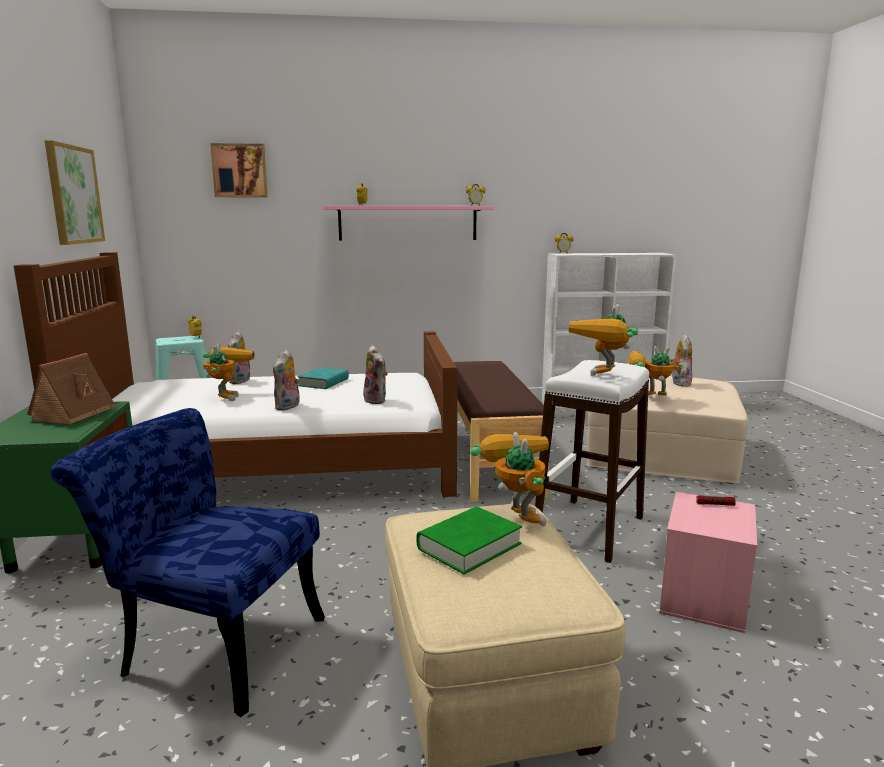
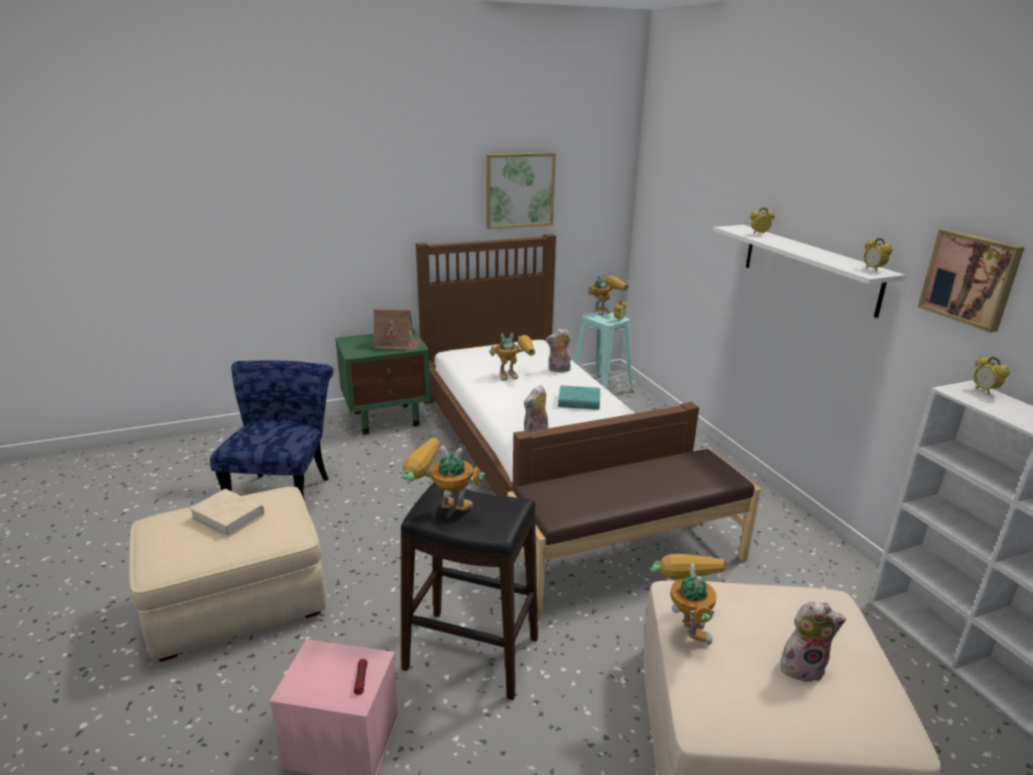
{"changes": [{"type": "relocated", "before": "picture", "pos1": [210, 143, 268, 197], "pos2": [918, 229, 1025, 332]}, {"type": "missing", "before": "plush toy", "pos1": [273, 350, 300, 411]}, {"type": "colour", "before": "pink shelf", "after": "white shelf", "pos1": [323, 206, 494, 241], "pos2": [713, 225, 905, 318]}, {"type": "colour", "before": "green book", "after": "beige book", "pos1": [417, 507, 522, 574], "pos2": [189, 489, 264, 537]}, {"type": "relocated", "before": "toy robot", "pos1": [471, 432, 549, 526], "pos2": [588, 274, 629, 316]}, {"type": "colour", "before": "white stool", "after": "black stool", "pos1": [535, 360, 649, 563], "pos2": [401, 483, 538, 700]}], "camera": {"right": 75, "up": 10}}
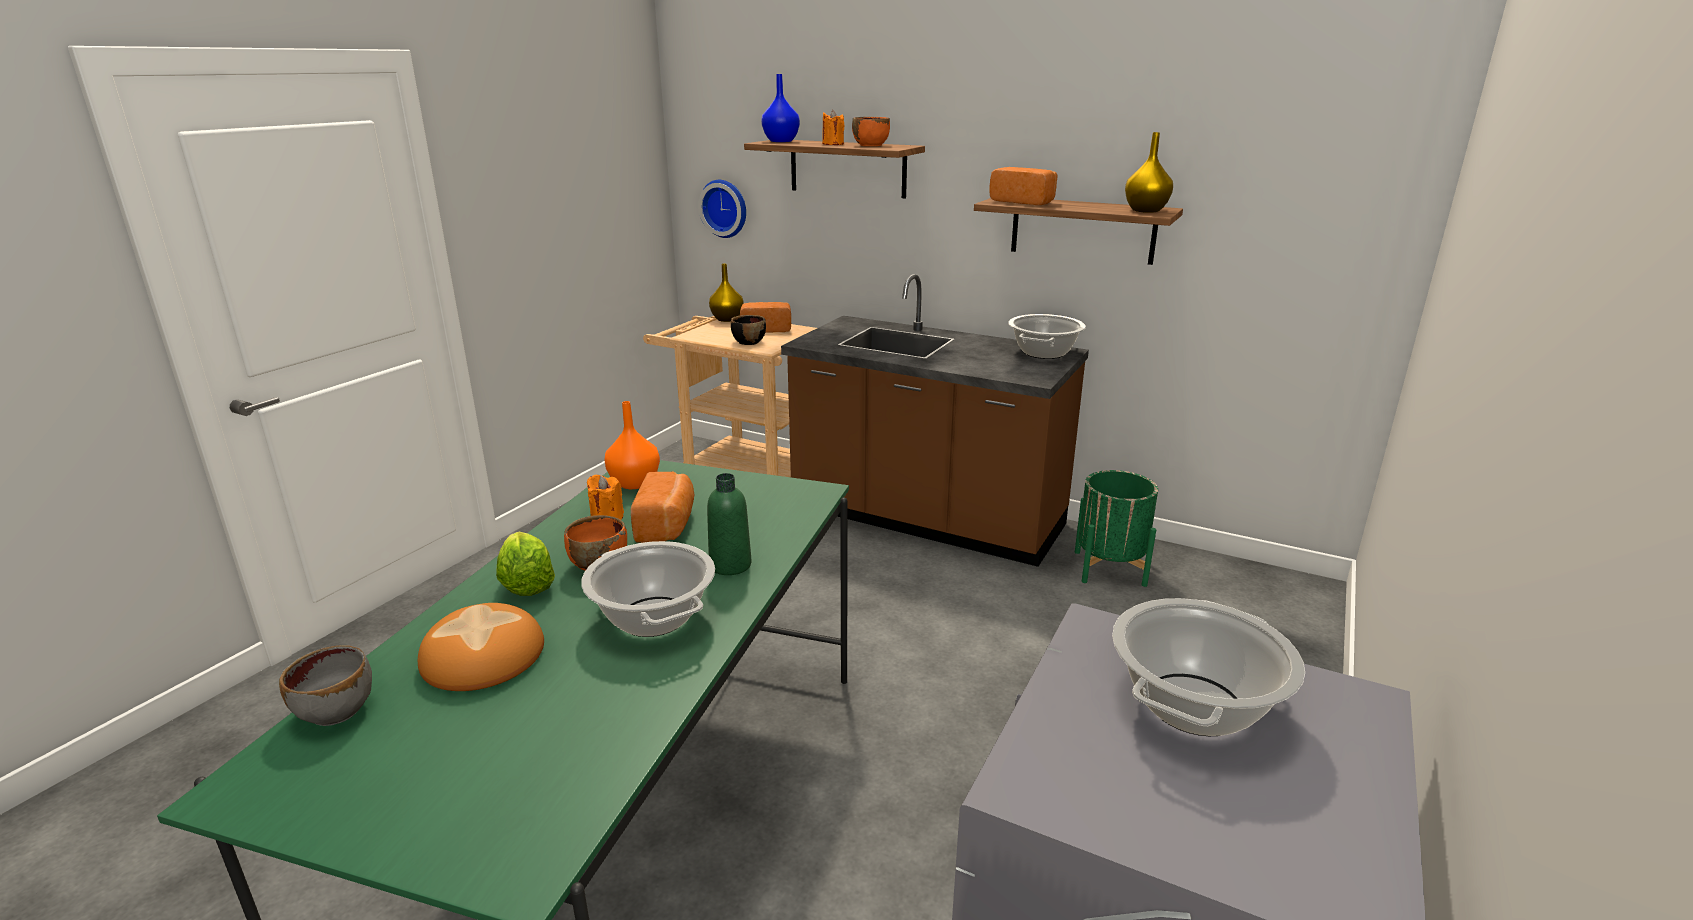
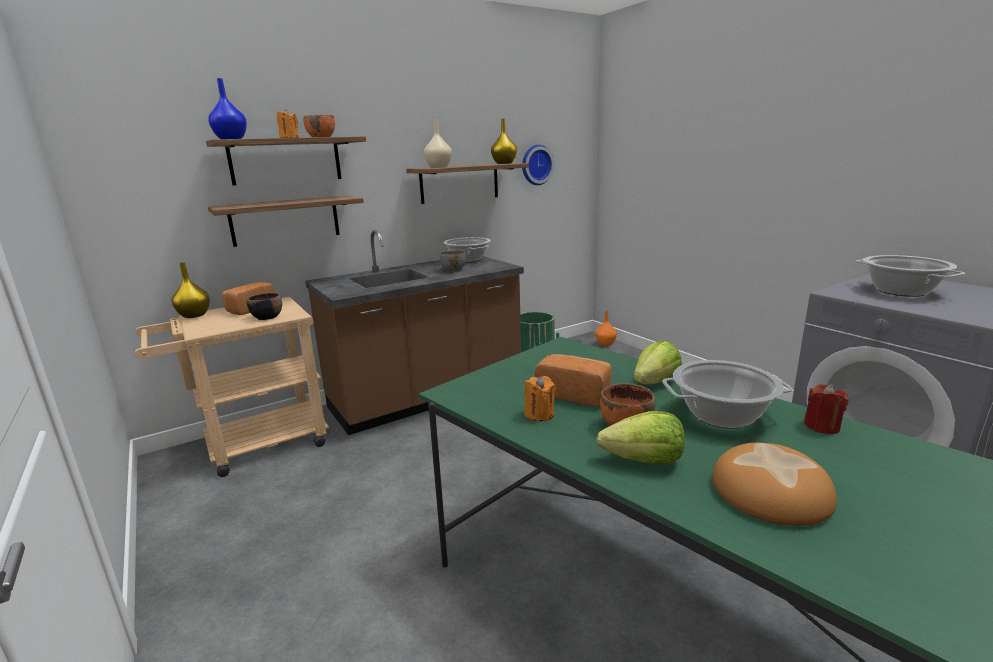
{"changes": [{"type": "relocated", "before": "grey bowl", "pos1": [279, 645, 372, 726], "pos2": [439, 250, 466, 272]}, {"type": "relocated", "before": "orange vase", "pos1": [604, 401, 660, 489], "pos2": [595, 311, 617, 346]}, {"type": "relocated", "before": "wall clock", "pos1": [698, 180, 746, 238], "pos2": [522, 145, 554, 185]}, {"type": "exchanged", "before": "green bottle", "after": "lettuce", "pos1": [707, 473, 751, 575], "pos2": [634, 341, 682, 385]}, {"type": "exchanged", "before": "bread", "after": "beige vase", "pos1": [989, 167, 1057, 205], "pos2": [424, 119, 452, 168]}, {"type": "appeared", "after": "shelf", "pos2": [208, 196, 364, 247]}, {"type": "appeared", "after": "red candle", "pos2": [804, 384, 848, 434]}], "camera": {"right": -60, "up": -5}}
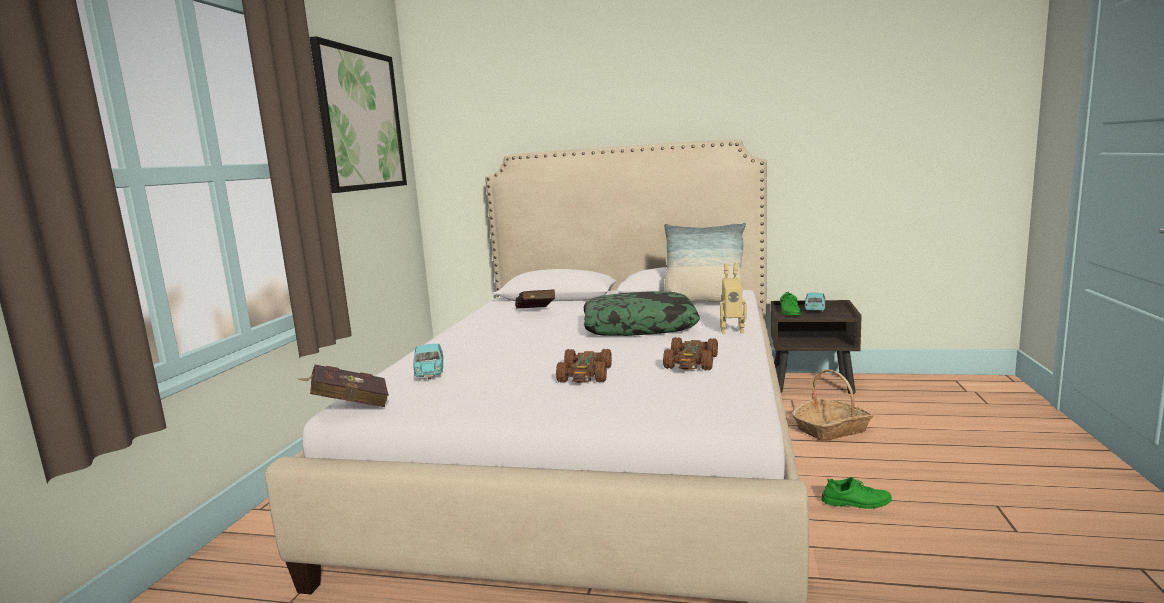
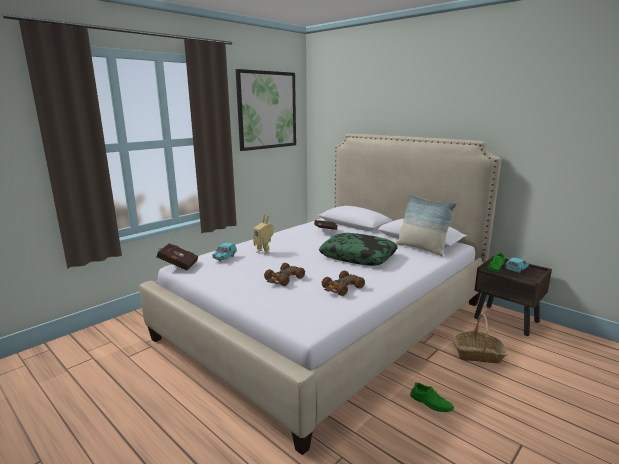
{"changes": [{"type": "relocated", "before": "toy robot", "pos1": [720, 263, 747, 334], "pos2": [253, 214, 273, 255]}], "camera": {"right": 30, "up": 5}}
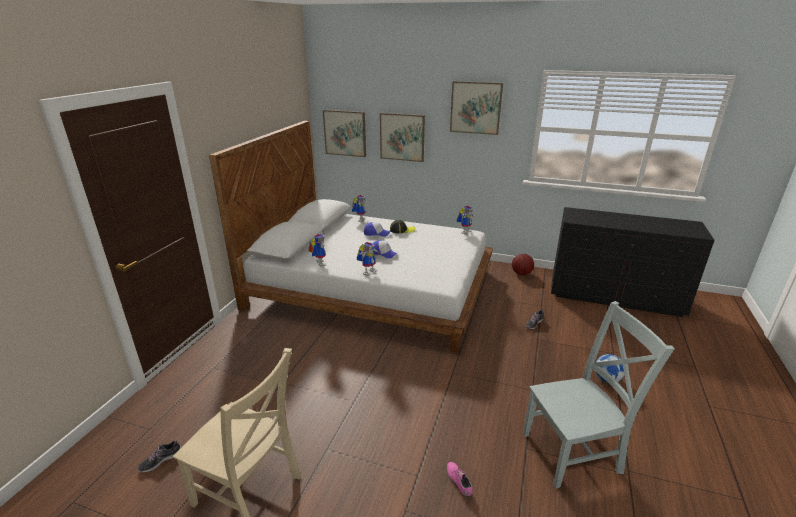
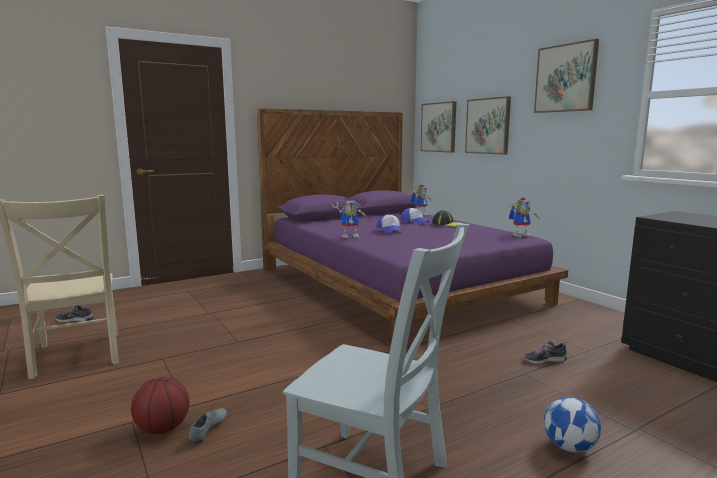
{"changes": [{"type": "colour", "before": "white bed", "after": "purple bed", "pos1": [209, 121, 493, 352], "pos2": [257, 108, 568, 343]}, {"type": "missing", "before": "toy robot", "pos1": [308, 234, 327, 267]}, {"type": "colour", "before": "pink shoe", "after": "grey shoe", "pos1": [447, 462, 473, 497], "pos2": [189, 408, 227, 443]}, {"type": "relocated", "before": "basketball", "pos1": [512, 254, 534, 275], "pos2": [131, 377, 190, 434]}], "camera": {"right": 40, "up": -15}}
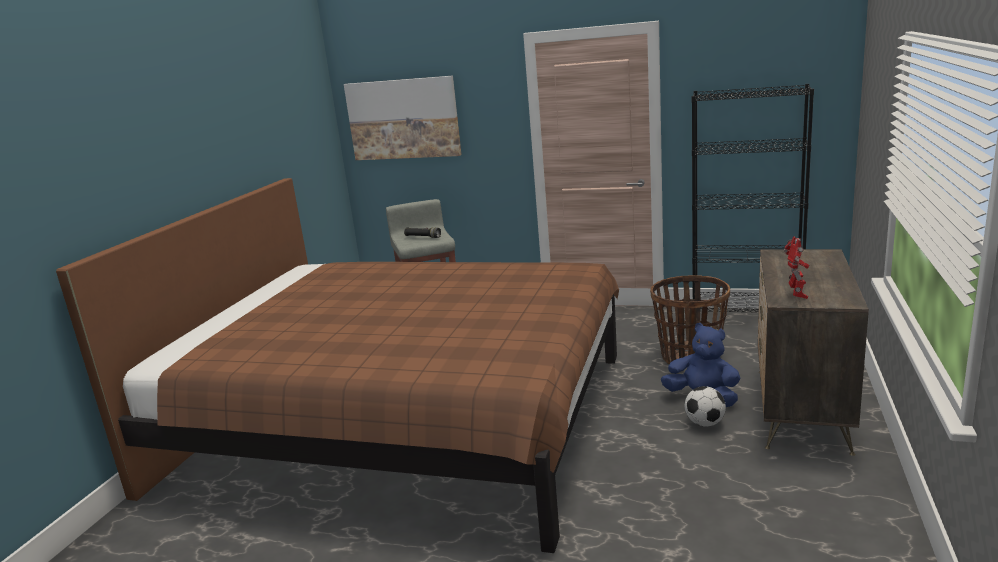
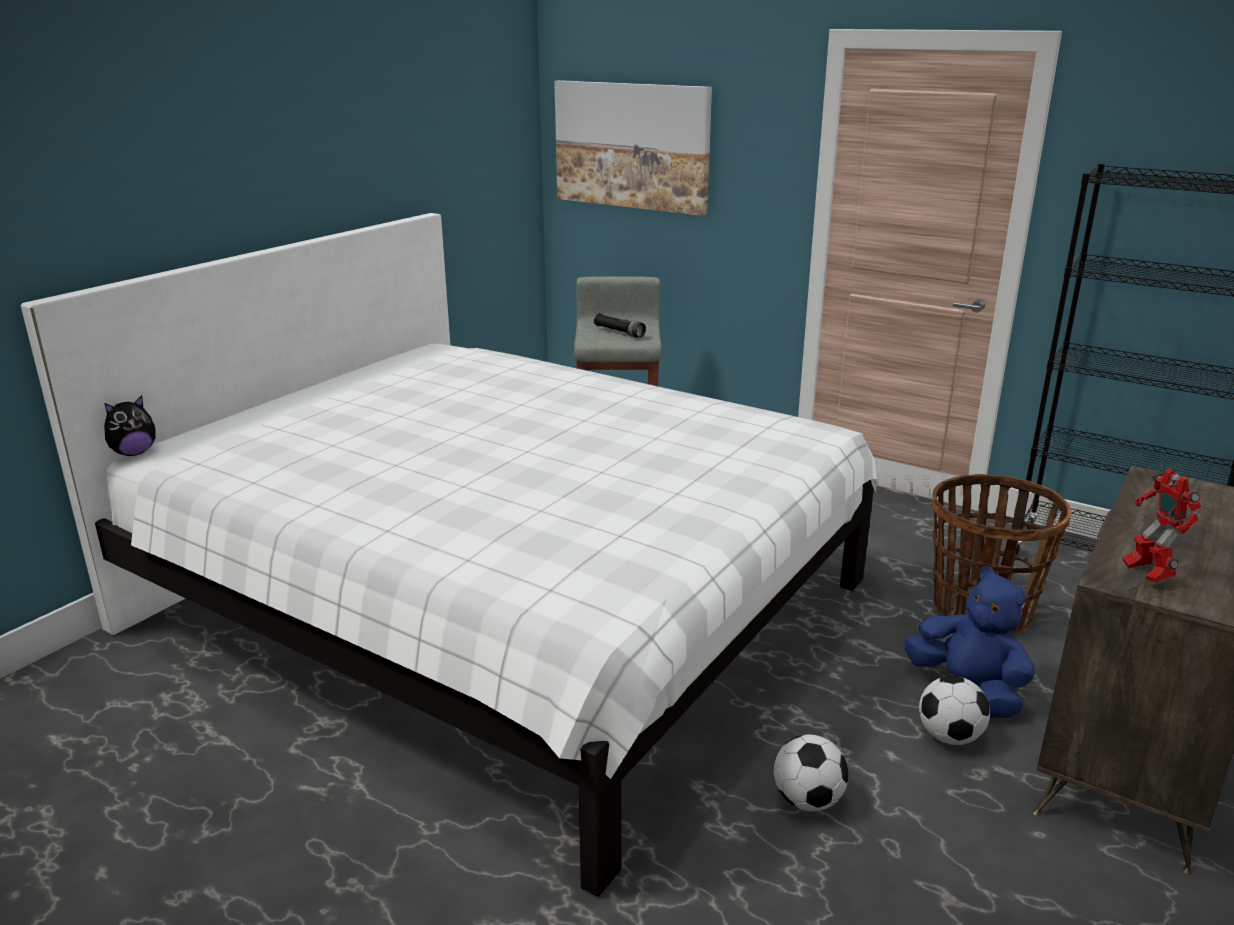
{"changes": [{"type": "colour", "before": "brown bed", "after": "white bed", "pos1": [56, 178, 619, 553], "pos2": [21, 213, 877, 897]}, {"type": "spun", "before": "toy robot", "pos1": [784, 236, 809, 299], "pos2": [1123, 468, 1202, 583], "turn": 150}, {"type": "appeared", "after": "plush toy", "pos2": [104, 395, 156, 456]}, {"type": "appeared", "after": "football", "pos2": [774, 735, 848, 811]}], "camera": {"right": 15, "up": 5}}
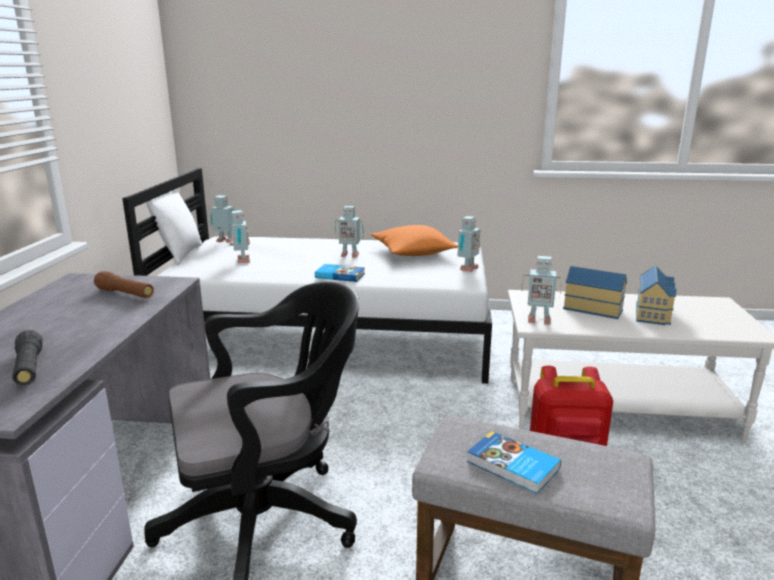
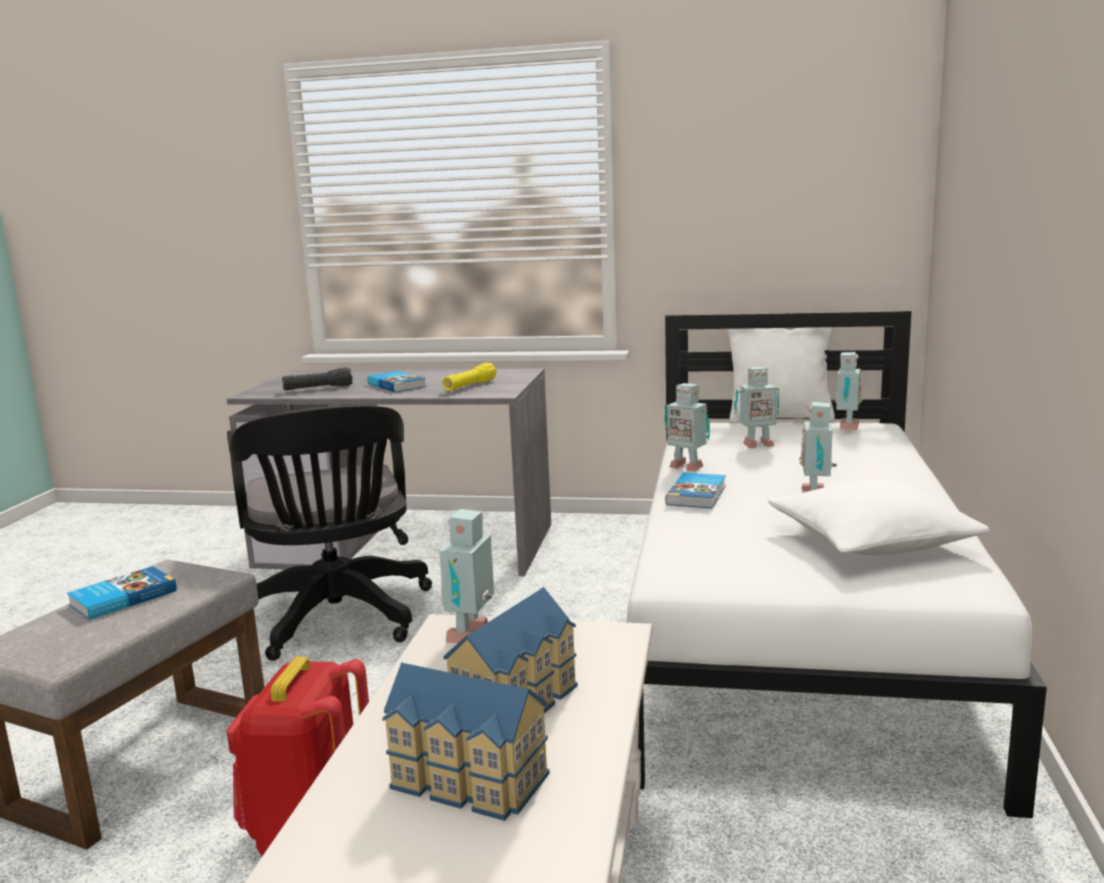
{"changes": [{"type": "colour", "before": "brown flashlight", "after": "yellow flashlight", "pos1": [94, 271, 154, 298], "pos2": [442, 362, 497, 391]}, {"type": "colour", "before": "orange pillow", "after": "white pillow", "pos1": [371, 225, 458, 256], "pos2": [768, 480, 990, 555]}, {"type": "relocated", "before": "toy robot", "pos1": [457, 216, 480, 272], "pos2": [665, 383, 710, 471]}, {"type": "appeared", "after": "book", "pos2": [367, 371, 426, 392]}], "camera": {"right": 95, "up": -5}}
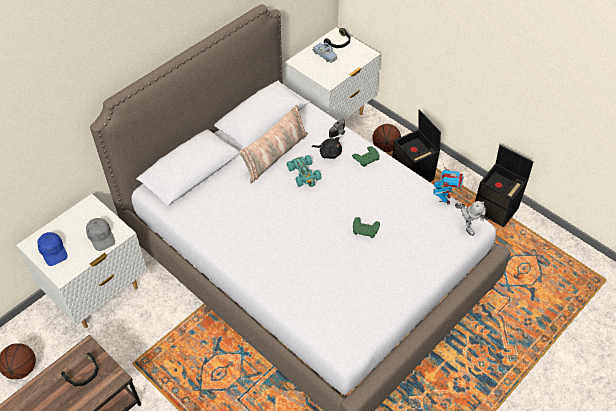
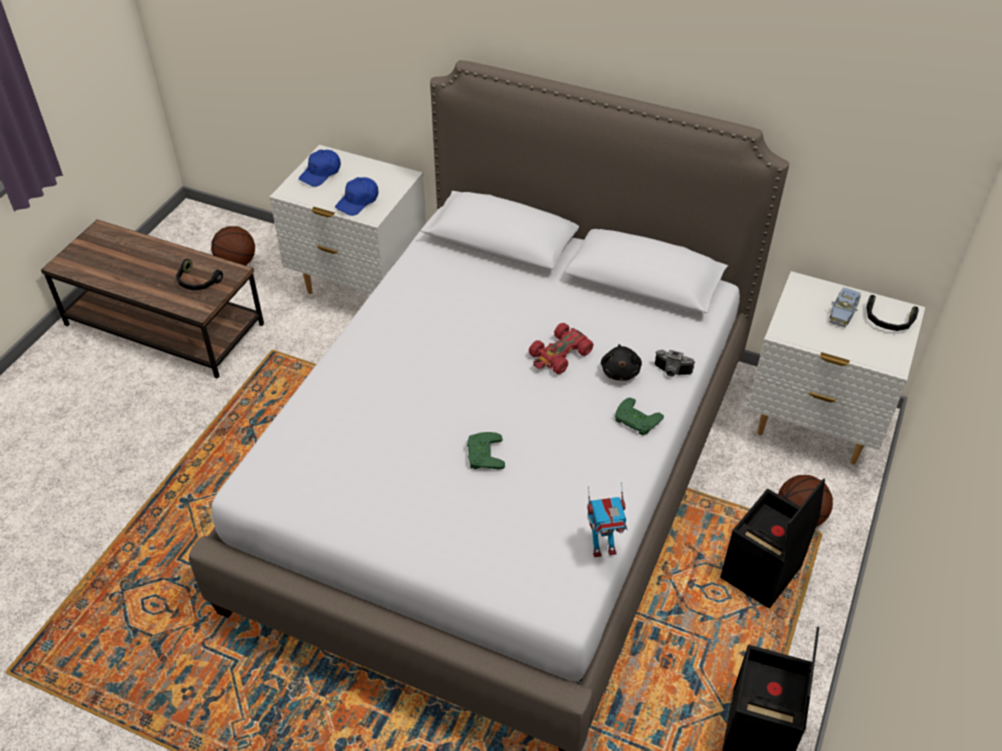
{"changes": [{"type": "colour", "before": "grey cap", "after": "blue cap", "pos1": [86, 218, 115, 251], "pos2": [335, 177, 378, 216]}, {"type": "missing", "before": "pillow", "pos1": [240, 105, 308, 183]}, {"type": "colour", "before": "turquoise toy car", "after": "red toy car", "pos1": [287, 155, 322, 187], "pos2": [529, 323, 594, 374]}, {"type": "missing", "before": "toy robot", "pos1": [455, 201, 486, 236]}], "camera": {"right": 70, "up": -5}}
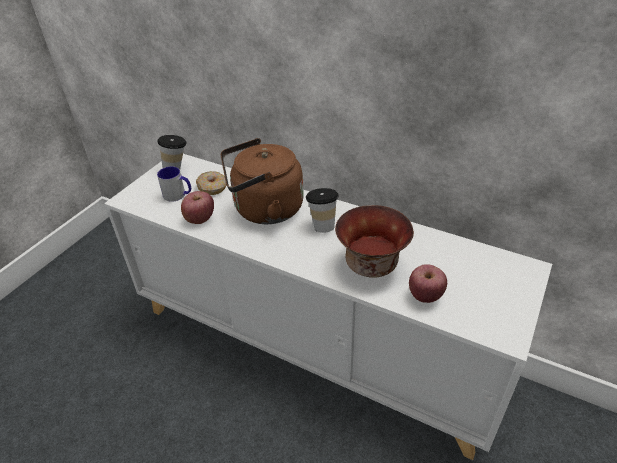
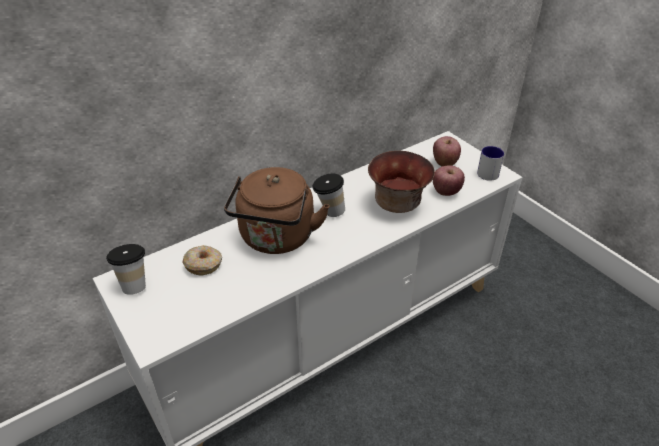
{"changes": [{"type": "relocated", "before": "mug", "pos1": [157, 166, 191, 202], "pos2": [477, 146, 504, 181]}, {"type": "relocated", "before": "apple", "pos1": [181, 191, 214, 224], "pos2": [433, 136, 461, 166]}], "camera": {"right": -65, "up": 0}}
